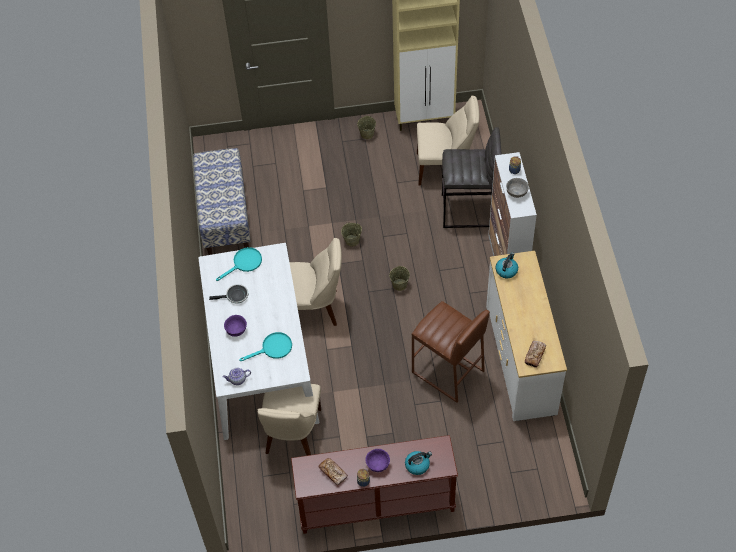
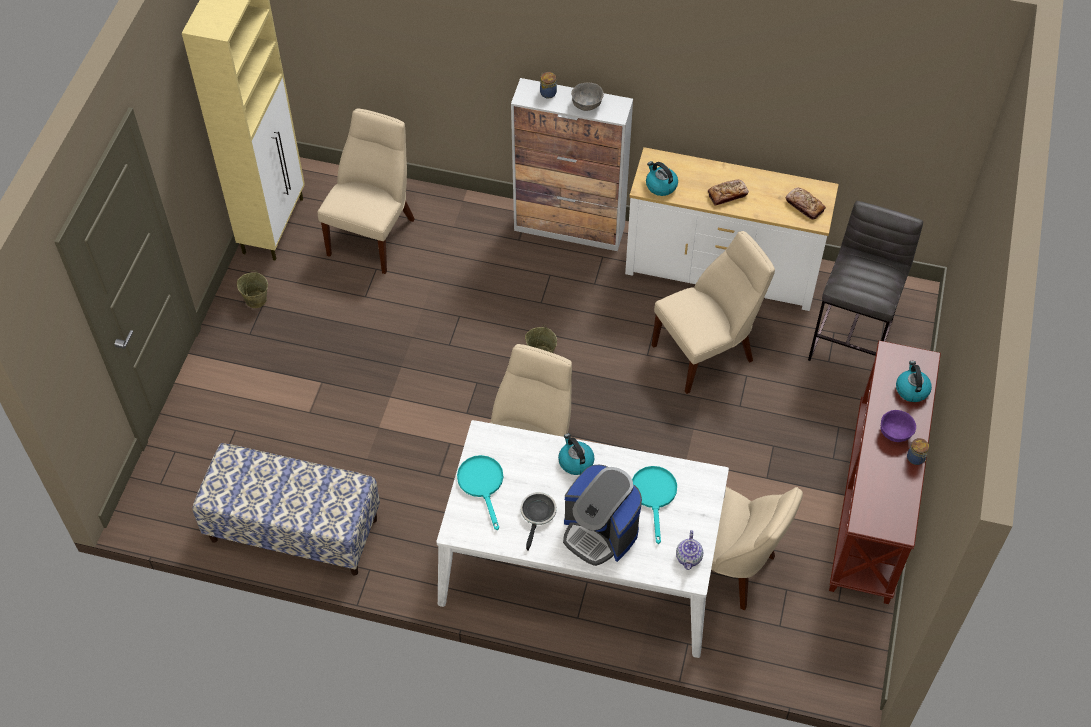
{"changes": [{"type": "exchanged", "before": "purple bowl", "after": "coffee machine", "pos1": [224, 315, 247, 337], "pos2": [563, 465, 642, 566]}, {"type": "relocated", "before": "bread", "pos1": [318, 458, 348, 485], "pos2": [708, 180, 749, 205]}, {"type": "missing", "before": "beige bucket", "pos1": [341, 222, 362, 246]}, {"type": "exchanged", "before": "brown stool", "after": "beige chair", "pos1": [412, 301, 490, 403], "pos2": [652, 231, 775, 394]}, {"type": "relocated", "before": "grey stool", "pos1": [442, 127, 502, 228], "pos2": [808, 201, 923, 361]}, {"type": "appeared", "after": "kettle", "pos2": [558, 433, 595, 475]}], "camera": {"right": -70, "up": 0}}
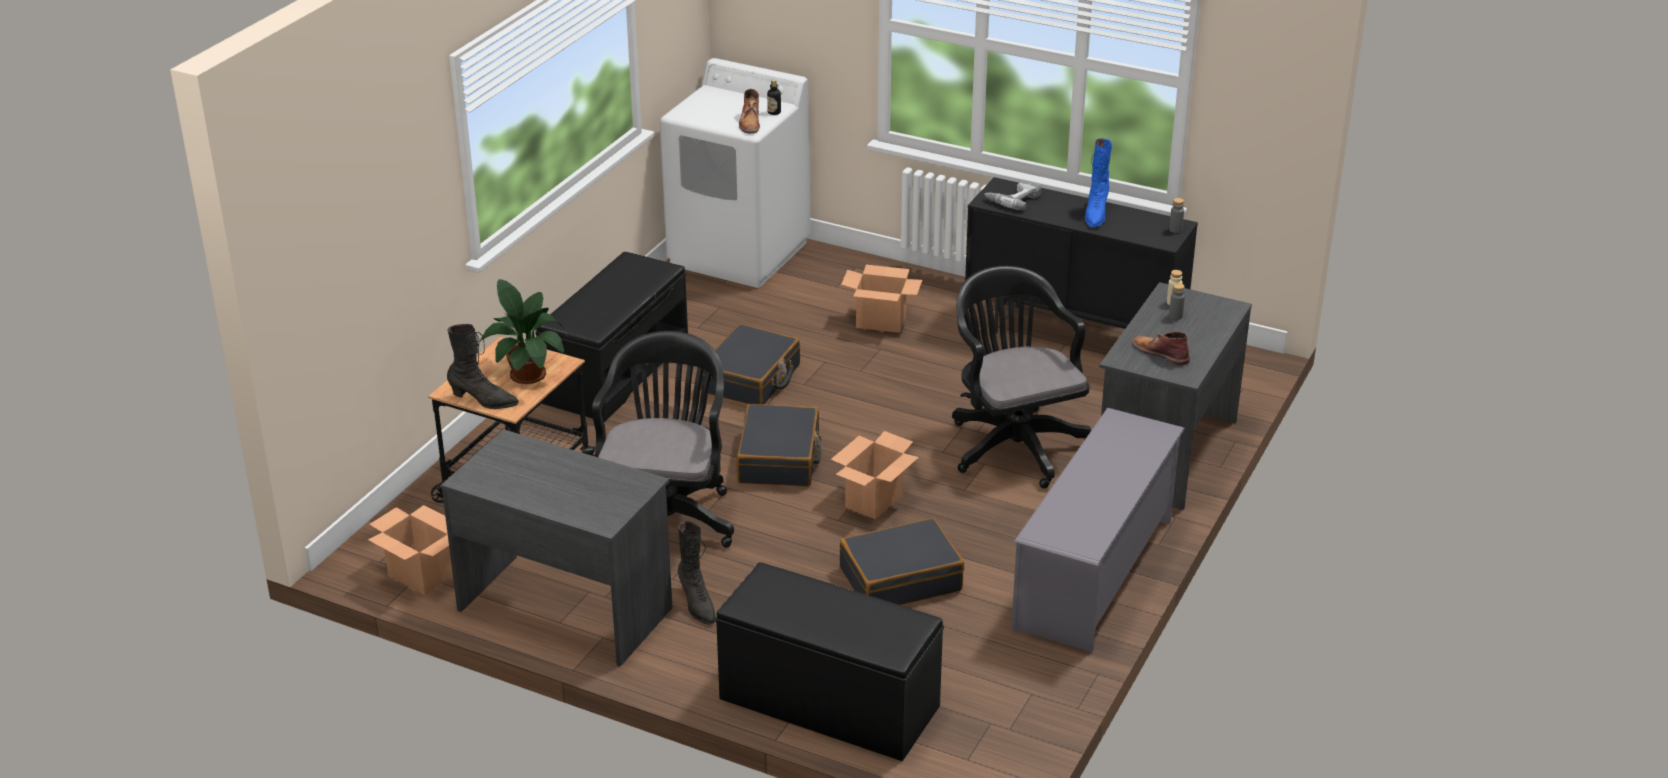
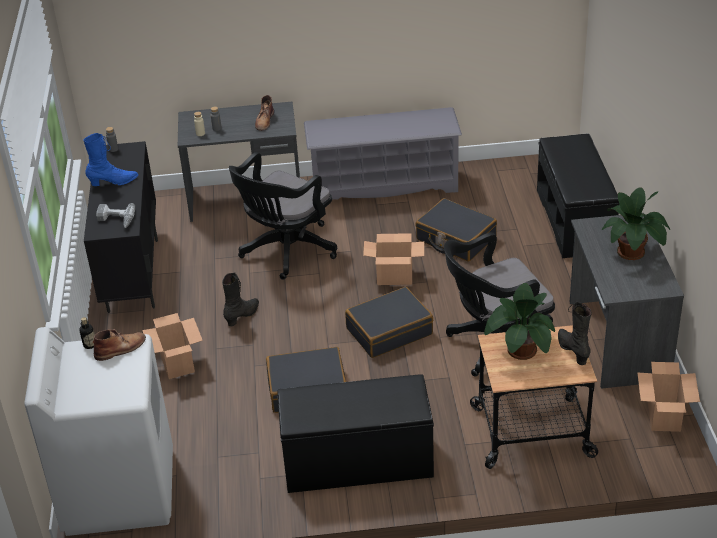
{"changes": [{"type": "relocated", "before": "black boot", "pos1": [678, 521, 716, 625], "pos2": [222, 273, 259, 327]}, {"type": "appeared", "after": "potted plant", "pos2": [602, 187, 670, 260]}], "camera": {"right": -120, "up": 5}}
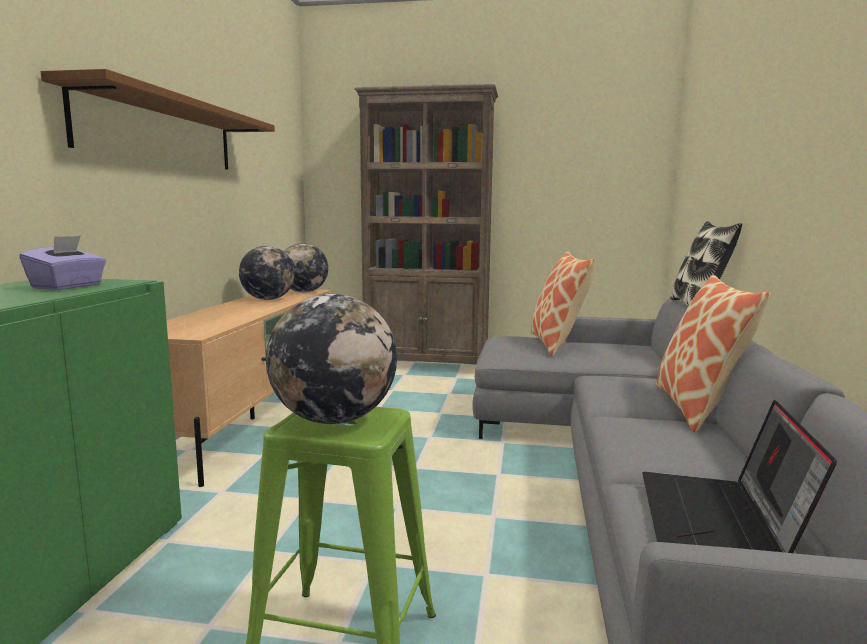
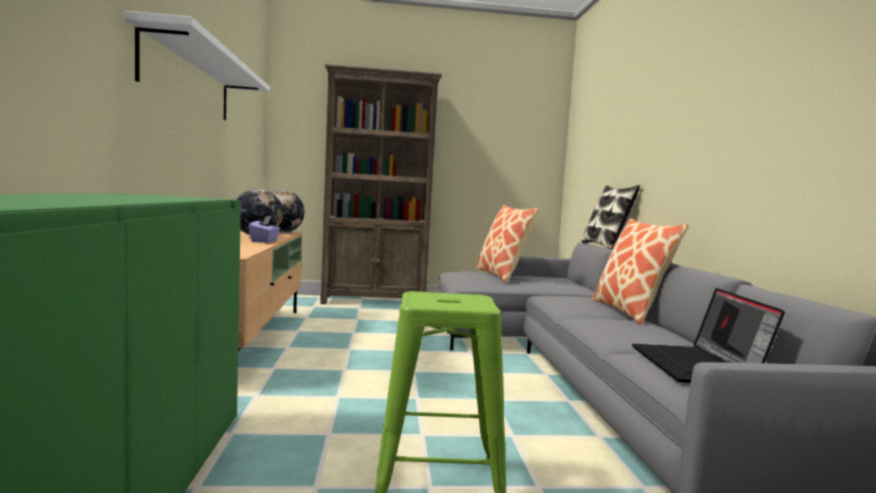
{"changes": [{"type": "relocated", "before": "purple tissue box", "pos1": [19, 236, 106, 290], "pos2": [249, 216, 280, 243]}, {"type": "colour", "before": "brown shelf", "after": "white shelf", "pos1": [41, 69, 275, 169], "pos2": [124, 11, 270, 120]}, {"type": "missing", "before": "globe", "pos1": [266, 294, 397, 424]}], "camera": {"right": -15, "up": -5}}
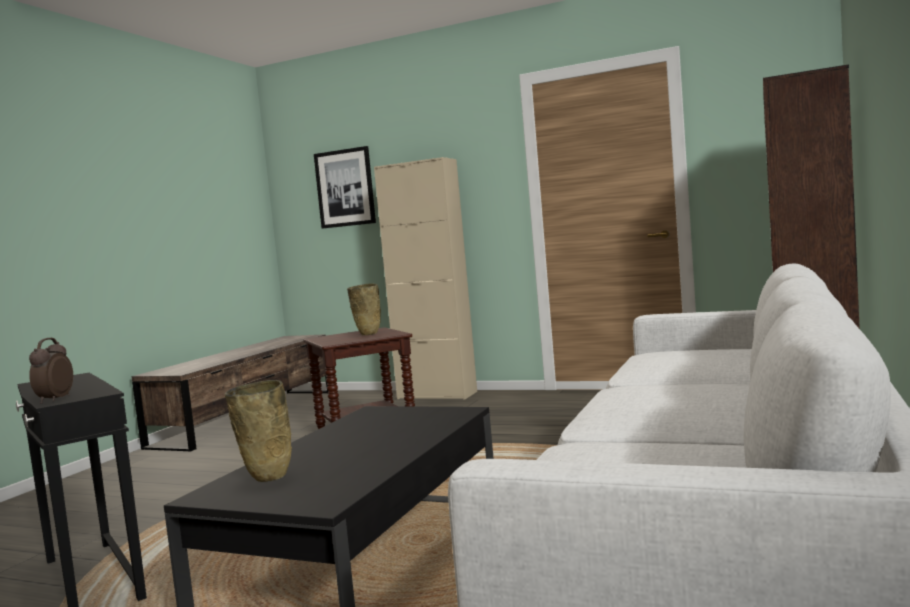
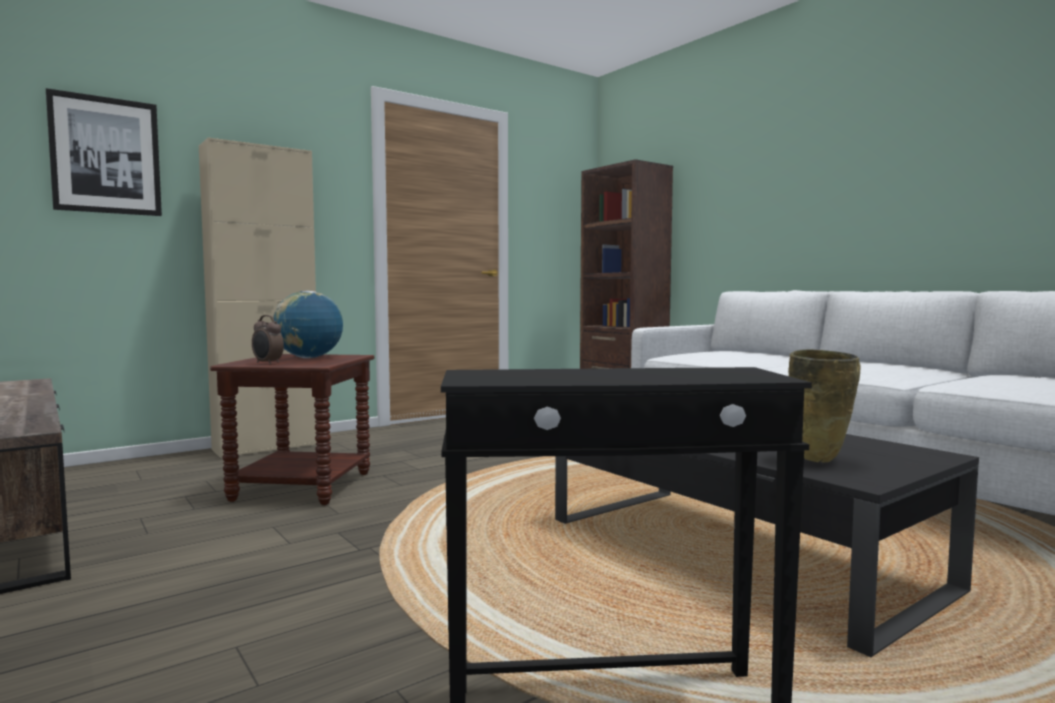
{"changes": [{"type": "relocated", "before": "alarm clock", "pos1": [29, 338, 73, 404], "pos2": [252, 315, 284, 365]}, {"type": "exchanged", "before": "beige vase", "after": "globe", "pos1": [347, 283, 381, 335], "pos2": [273, 291, 343, 358]}], "camera": {"right": -60, "up": 0}}
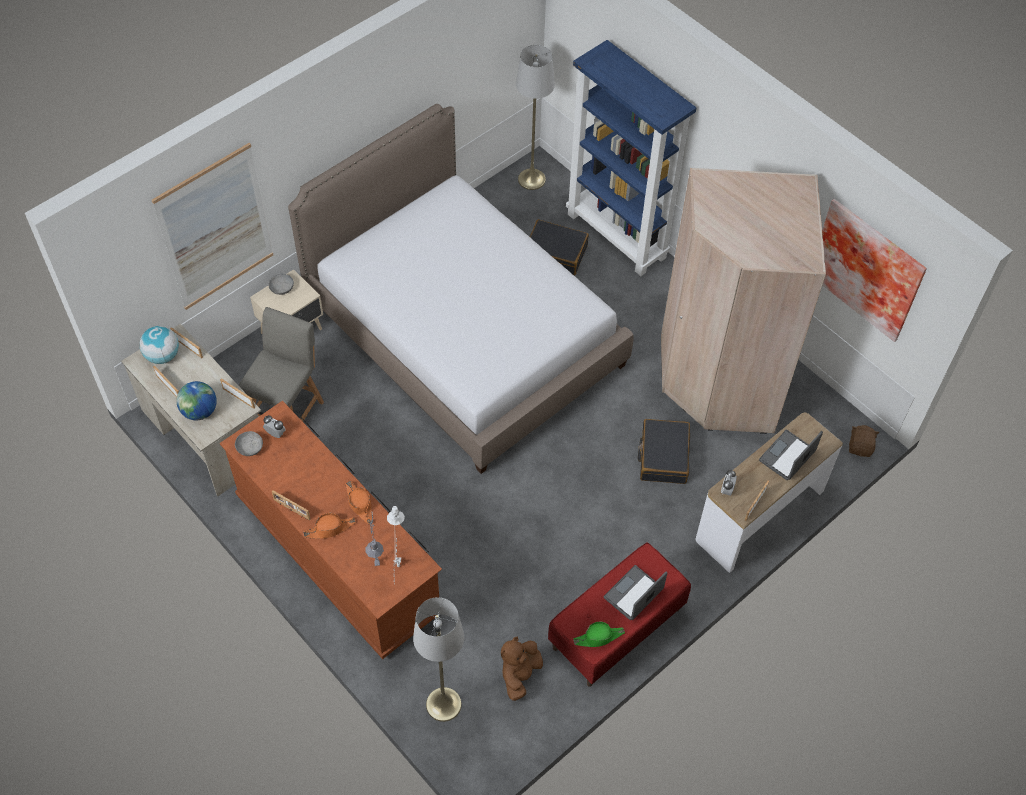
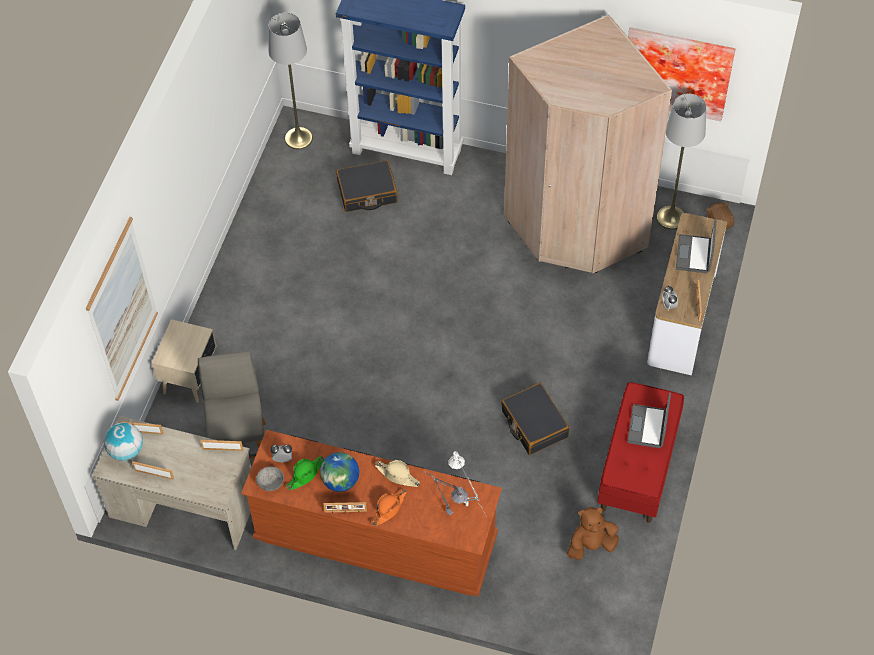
{"changes": [{"type": "relocated", "before": "globe", "pos1": [177, 381, 217, 420], "pos2": [320, 452, 359, 492]}, {"type": "missing", "before": "grey bowl", "pos1": [268, 274, 294, 295]}, {"type": "missing", "before": "bed", "pos1": [288, 104, 634, 474]}, {"type": "colour", "before": "orange hat", "after": "beige hat", "pos1": [346, 481, 372, 524], "pos2": [375, 460, 420, 487]}, {"type": "relocated", "before": "grey floor lamp", "pos1": [413, 597, 464, 722], "pos2": [657, 94, 706, 229]}, {"type": "spun", "before": "brown plush toy", "pos1": [501, 637, 543, 701], "pos2": [567, 507, 619, 560], "turn": 75}, {"type": "relocated", "before": "green hat", "pos1": [573, 622, 625, 647], "pos2": [286, 456, 325, 490]}, {"type": "relocated", "before": "black suitcase", "pos1": [638, 419, 690, 484], "pos2": [501, 383, 569, 455]}], "camera": {"right": -30, "up": 0}}
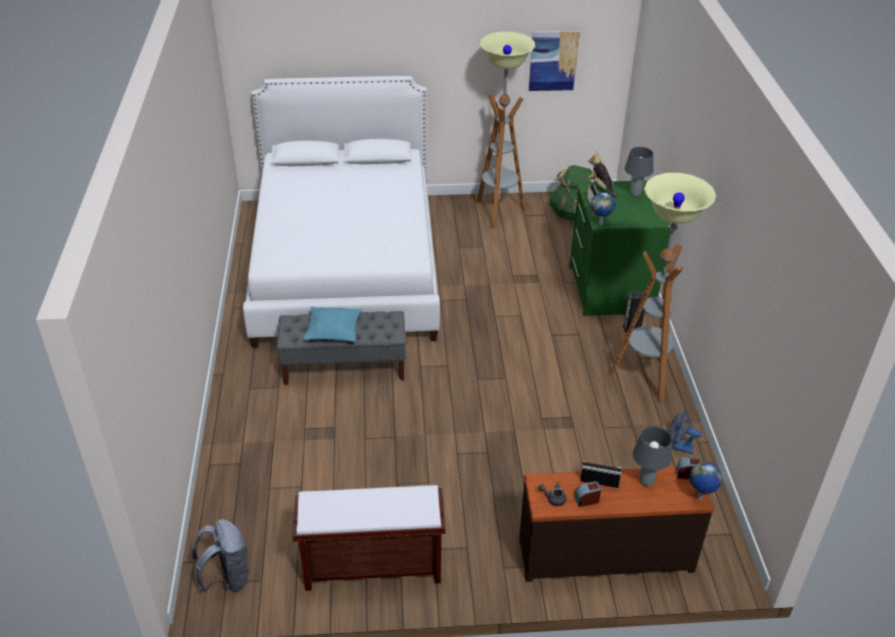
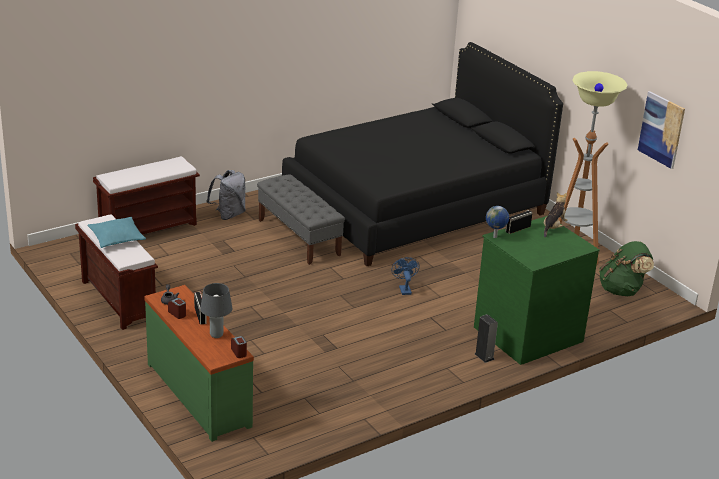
{"changes": [{"type": "relocated", "before": "grey backpack", "pos1": [191, 519, 250, 592], "pos2": [206, 170, 246, 220]}, {"type": "colour", "before": "white bed", "after": "black bed", "pos1": [243, 76, 440, 348], "pos2": [282, 42, 563, 266]}, {"type": "relocated", "before": "turquoise pillow", "pos1": [303, 307, 362, 342], "pos2": [88, 217, 146, 248]}, {"type": "colour", "before": "brown dresser", "after": "green dresser", "pos1": [519, 467, 714, 582], "pos2": [144, 285, 254, 442]}, {"type": "missing", "before": "floor lamp", "pos1": [609, 173, 716, 402]}, {"type": "missing", "before": "grey table lamp", "pos1": [625, 147, 653, 197]}, {"type": "relocated", "before": "blue fan", "pos1": [669, 411, 702, 454], "pos2": [391, 257, 420, 295]}, {"type": "missing", "before": "globe", "pos1": [690, 462, 722, 500]}, {"type": "appeared", "after": "brown bench", "pos2": [93, 156, 200, 235]}], "camera": {"right": 60, "up": -10}}
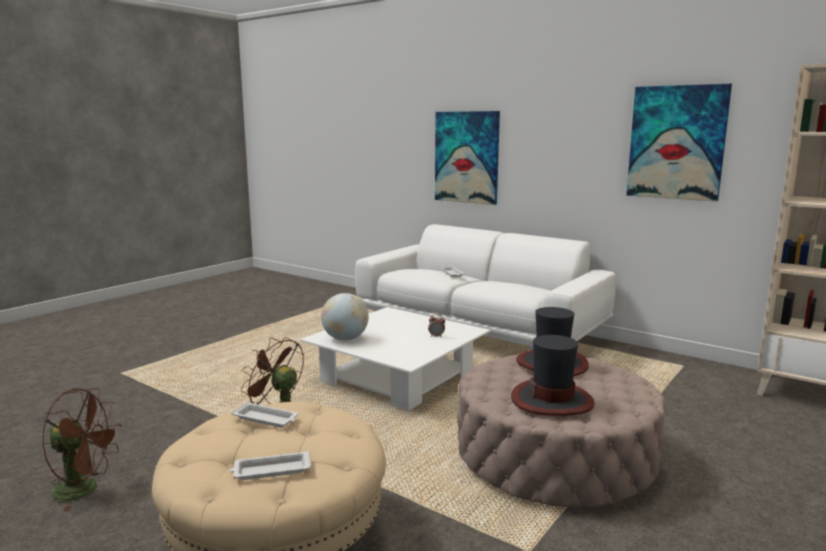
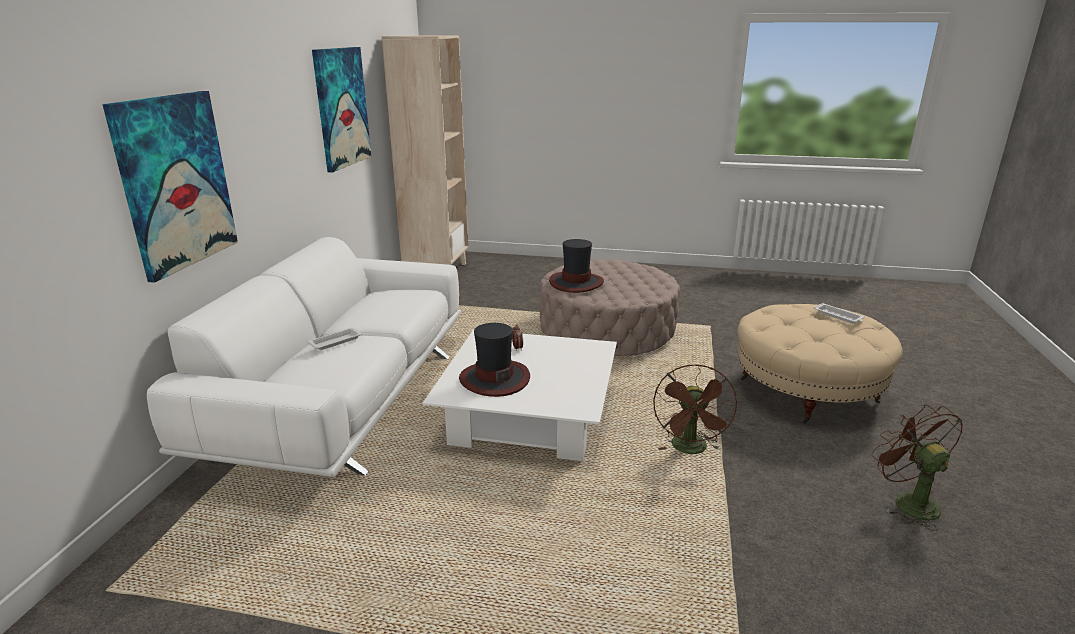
{"changes": [{"type": "missing", "before": "white tray", "pos1": [231, 402, 298, 428]}, {"type": "missing", "before": "globe", "pos1": [321, 293, 369, 341]}, {"type": "relocated", "before": "hat", "pos1": [511, 335, 595, 416], "pos2": [459, 323, 530, 397]}], "camera": {"right": -115, "up": 10}}
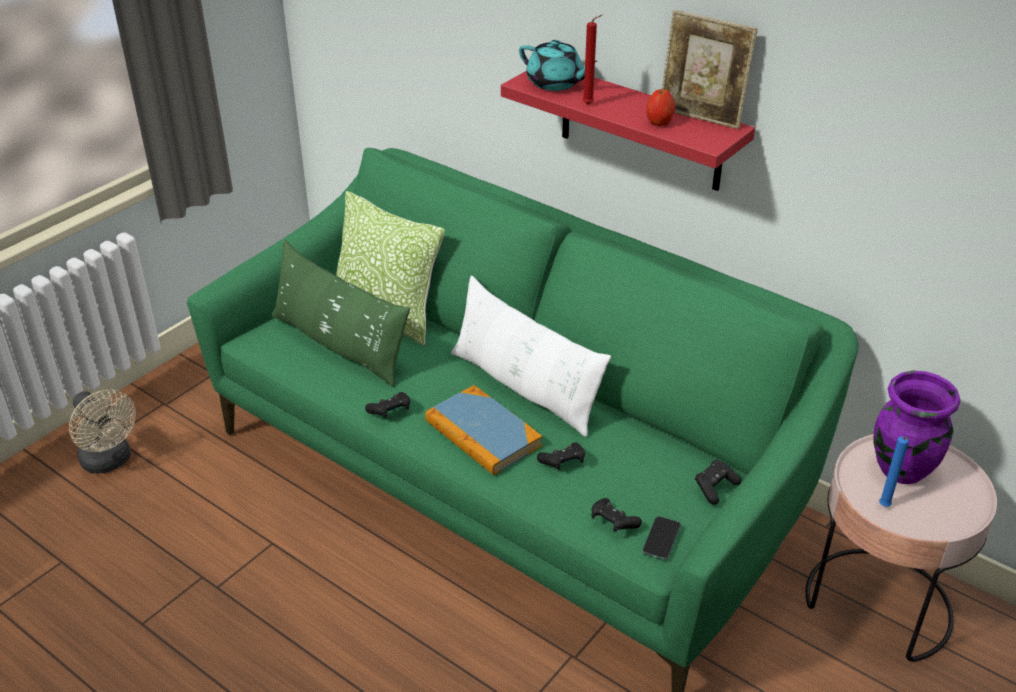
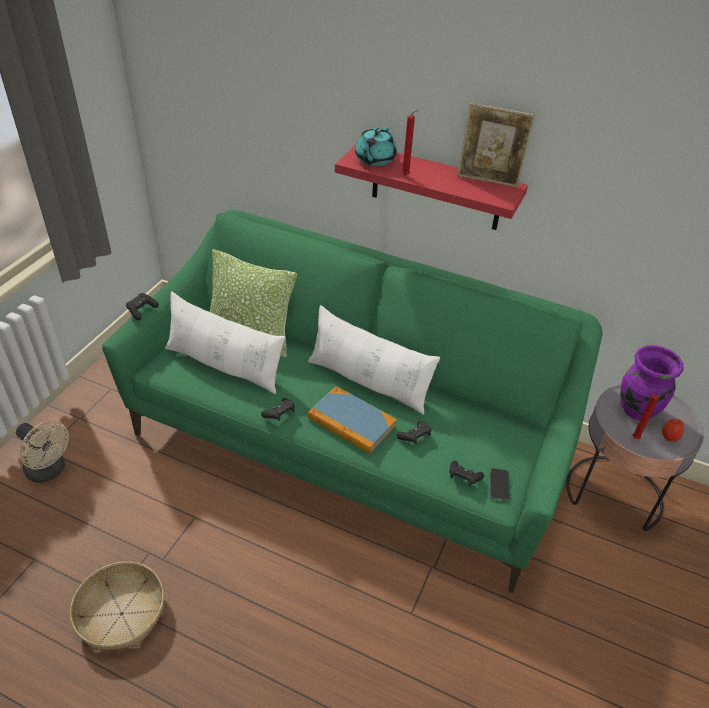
{"changes": [{"type": "colour", "before": "green pillow", "after": "white pillow", "pos1": [271, 240, 410, 387], "pos2": [165, 291, 285, 394]}, {"type": "spun", "before": "turquoise teapot", "pos1": [519, 40, 597, 91], "pos2": [355, 127, 397, 166], "turn": 90}, {"type": "relocated", "before": "apple", "pos1": [647, 89, 675, 126], "pos2": [662, 418, 684, 442]}, {"type": "relocated", "before": "black game controller", "pos1": [695, 460, 741, 505], "pos2": [126, 293, 159, 320]}, {"type": "colour", "before": "pink side table", "after": "grey side table", "pos1": [805, 434, 997, 662], "pos2": [566, 384, 704, 531]}, {"type": "colour", "before": "blue candle", "after": "red candle", "pos1": [879, 436, 909, 507], "pos2": [632, 394, 660, 439]}, {"type": "appeared", "after": "basket", "pos2": [70, 562, 164, 650]}], "camera": {"right": -15, "up": 5}}
